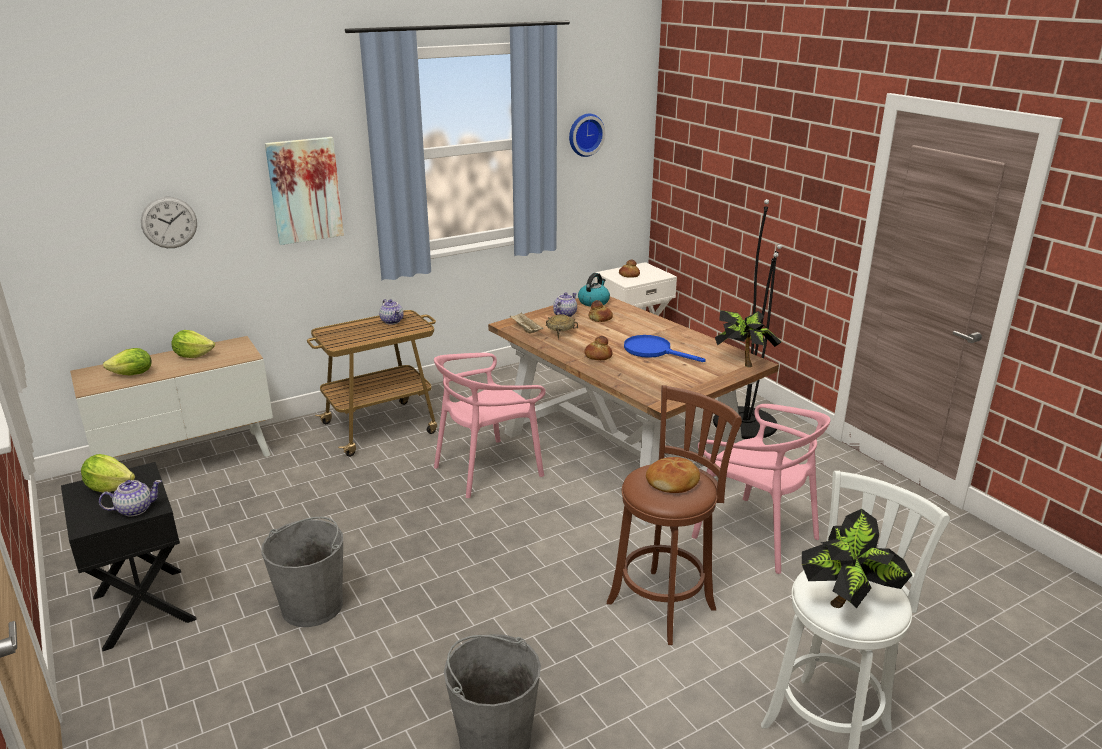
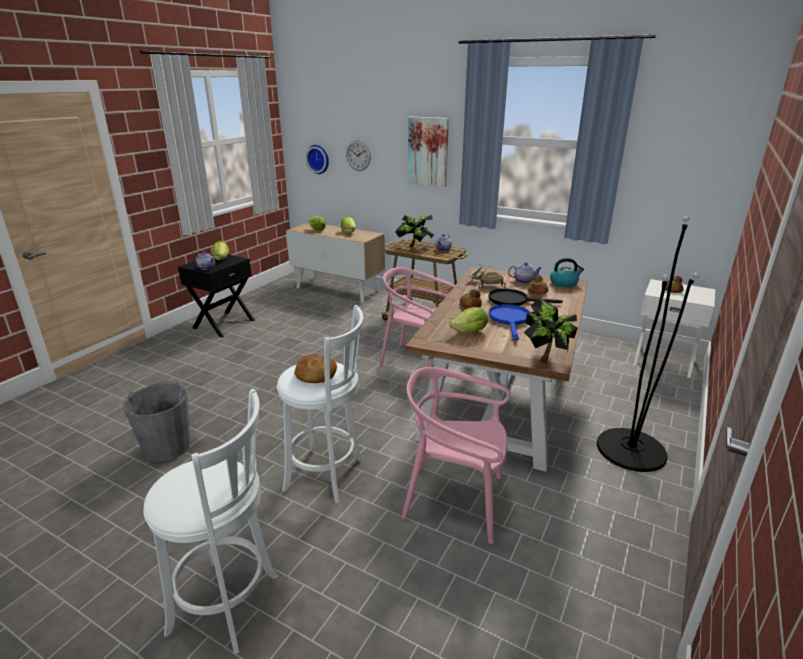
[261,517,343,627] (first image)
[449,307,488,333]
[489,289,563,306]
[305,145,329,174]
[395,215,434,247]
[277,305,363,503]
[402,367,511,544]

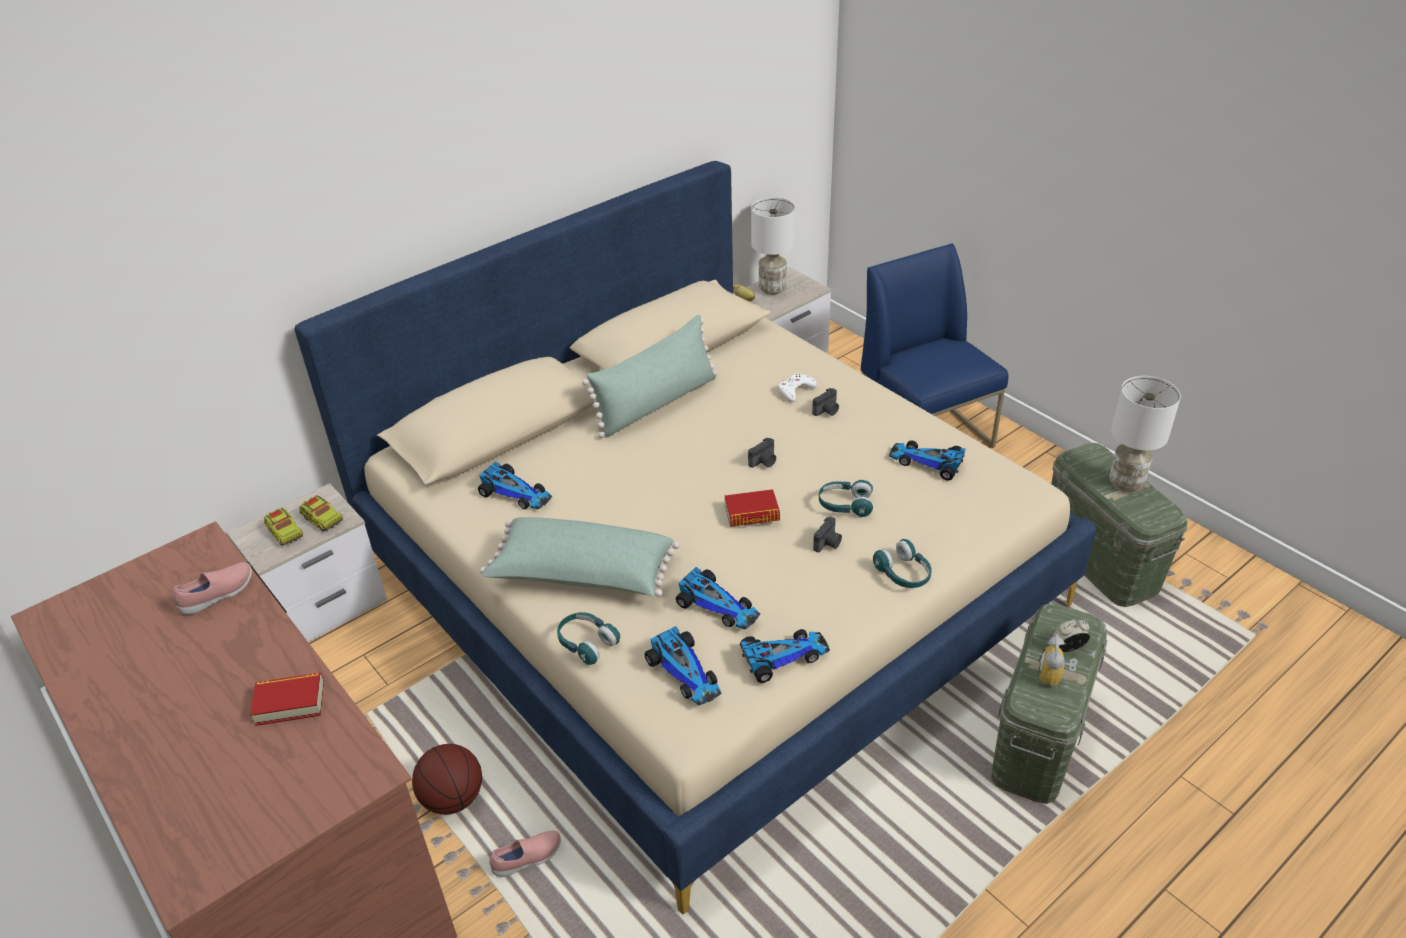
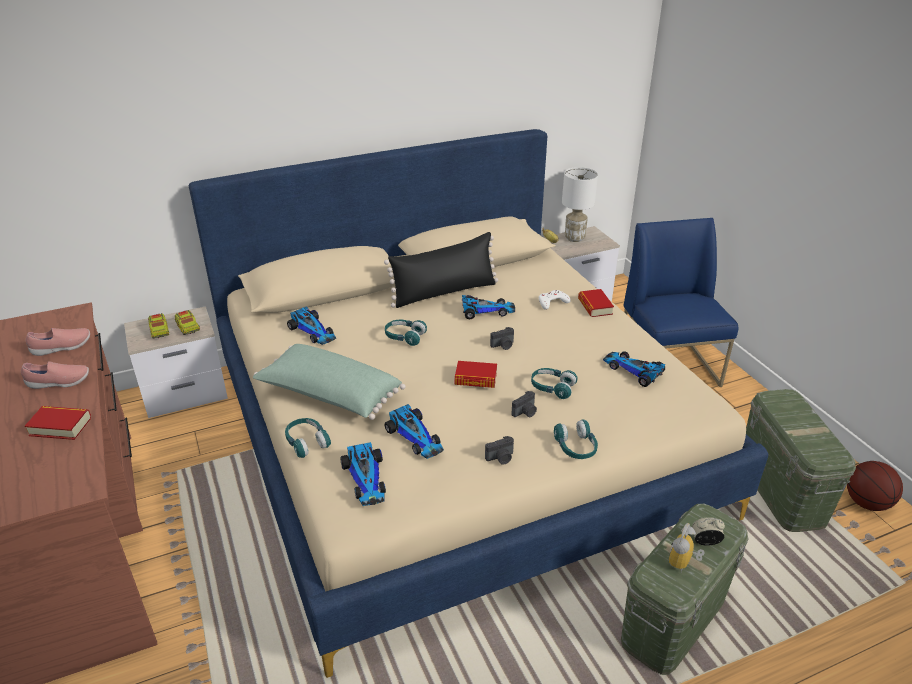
[1109,376,1181,492] (first image)
[385,320,427,346]
[578,289,614,317]
[847,461,903,511]
[21,361,89,389]
[462,295,515,319]
[485,436,514,465]
[384,232,498,308]

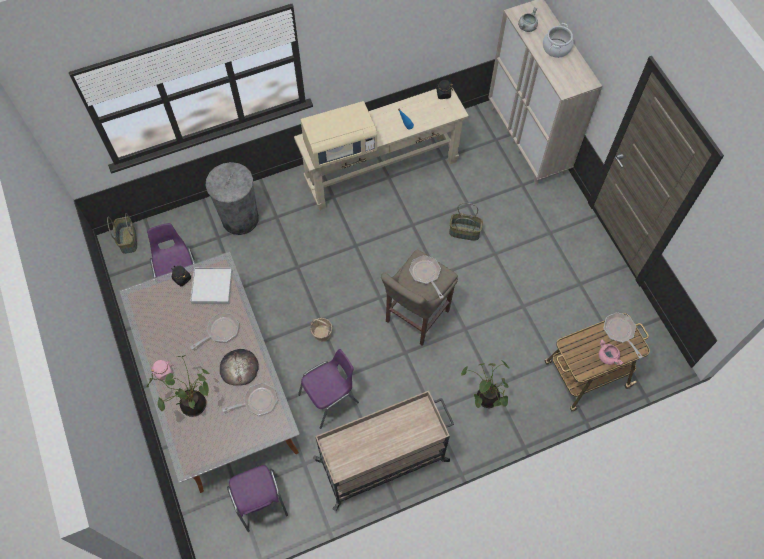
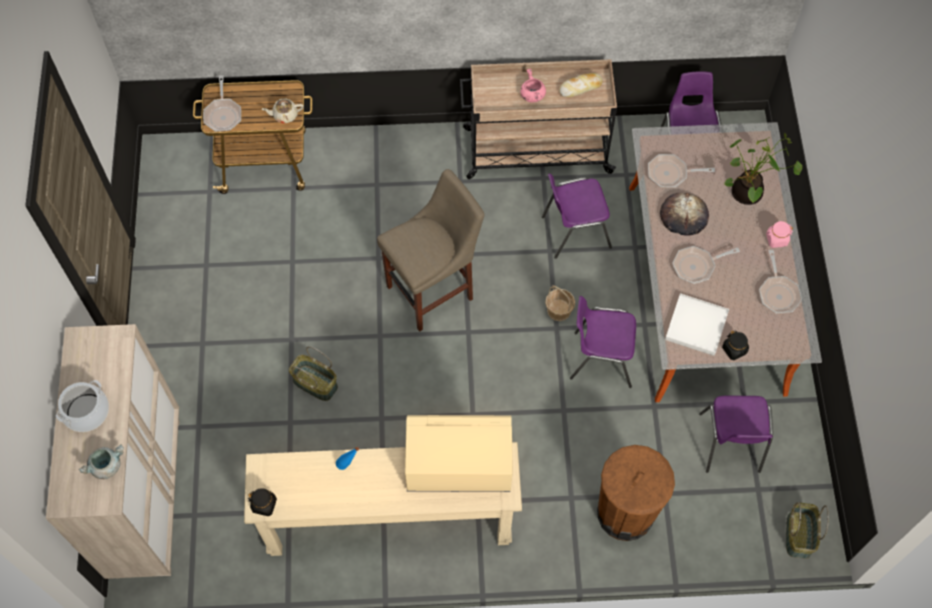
[461,360,510,408] (first image)
[262,98,304,123]
[559,73,603,97]
[570,296,636,388]
[759,250,802,314]
[521,69,546,102]
[597,445,675,541]

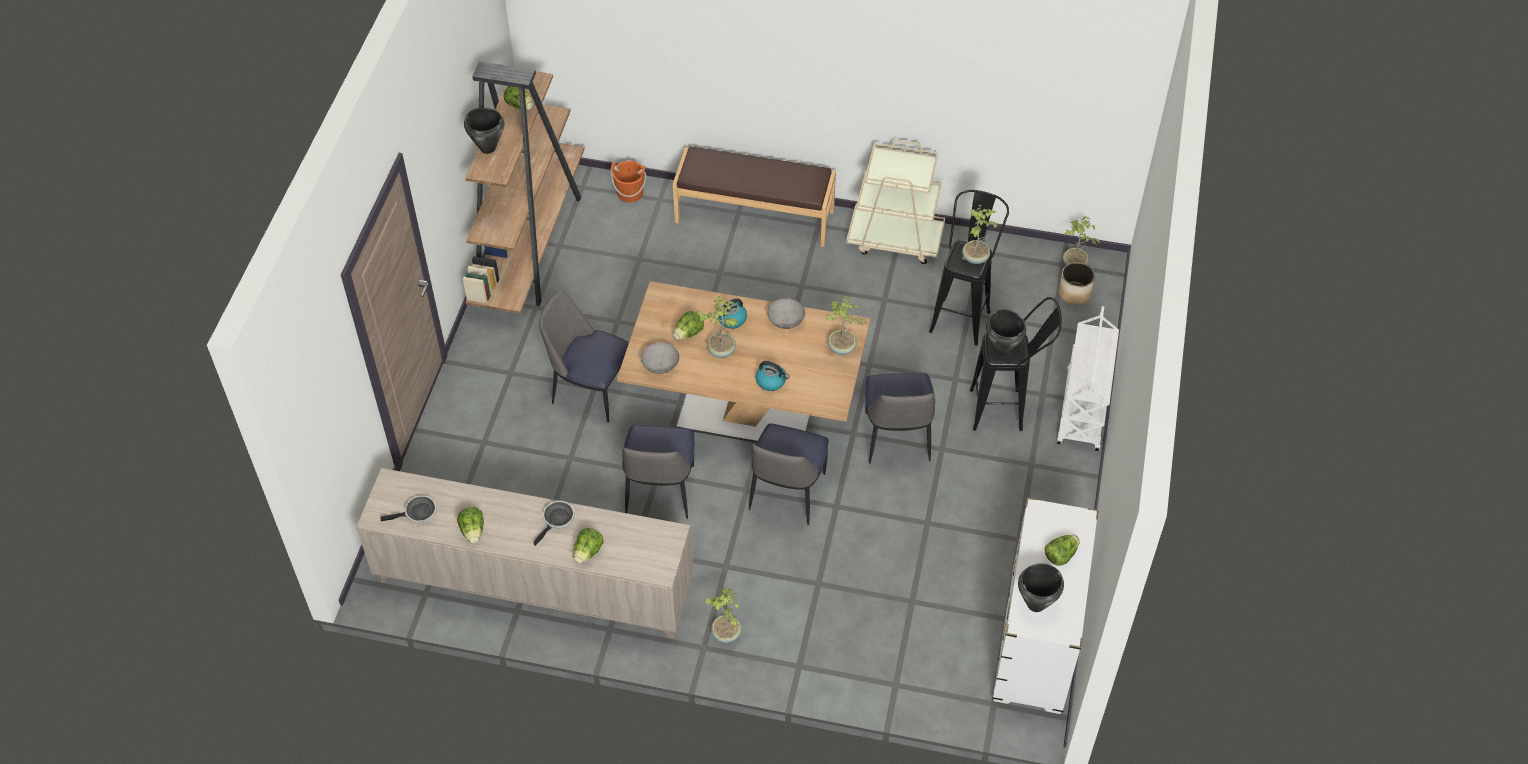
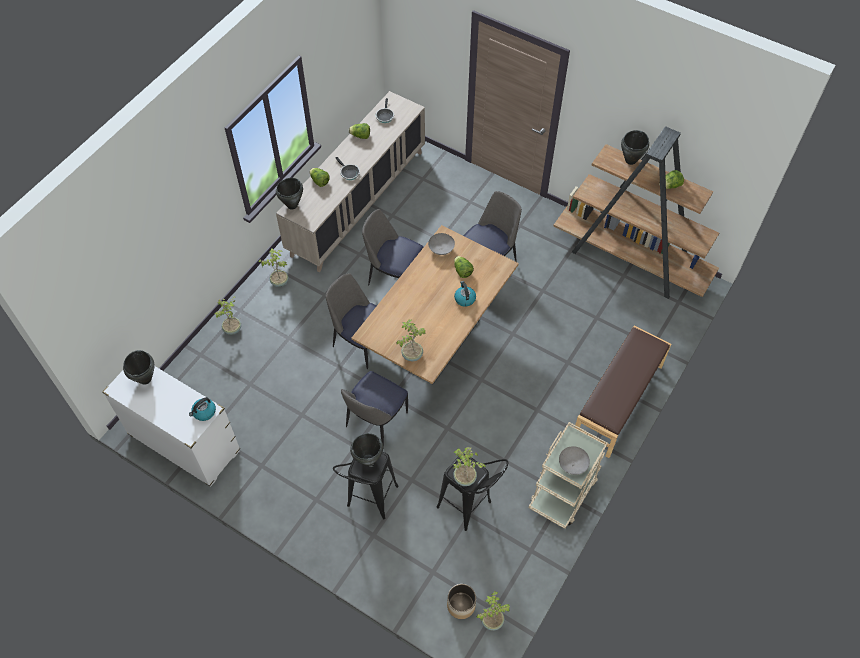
[610,161,646,203] (first image)
[1045,535,1080,566] (first image)
[1057,306,1119,451] (first image)
[276,178,303,209]
[215,297,241,335]
[189,397,216,421]
[559,446,590,475]
[341,371,408,448]

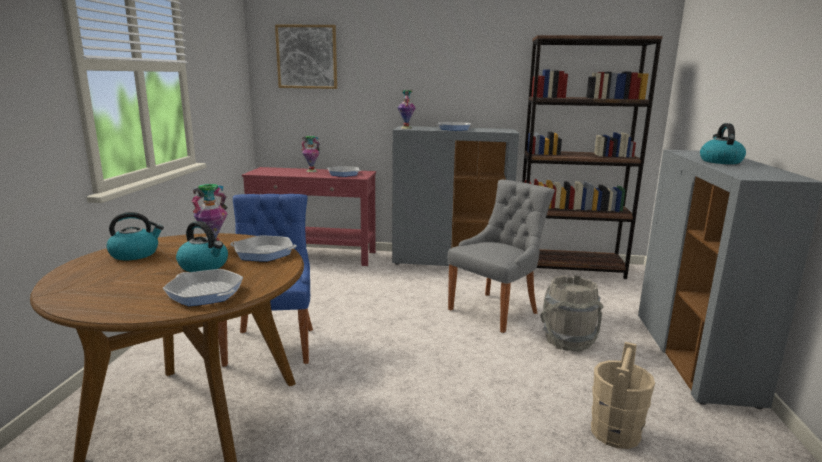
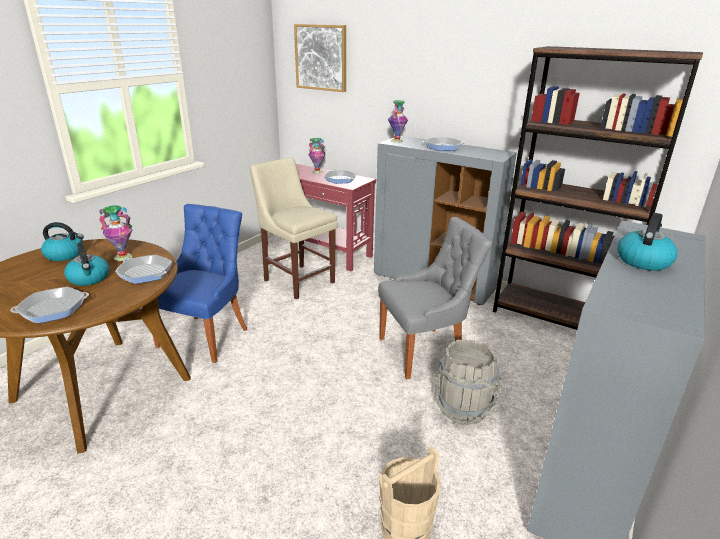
[250,157,338,299]
[10,287,89,324]

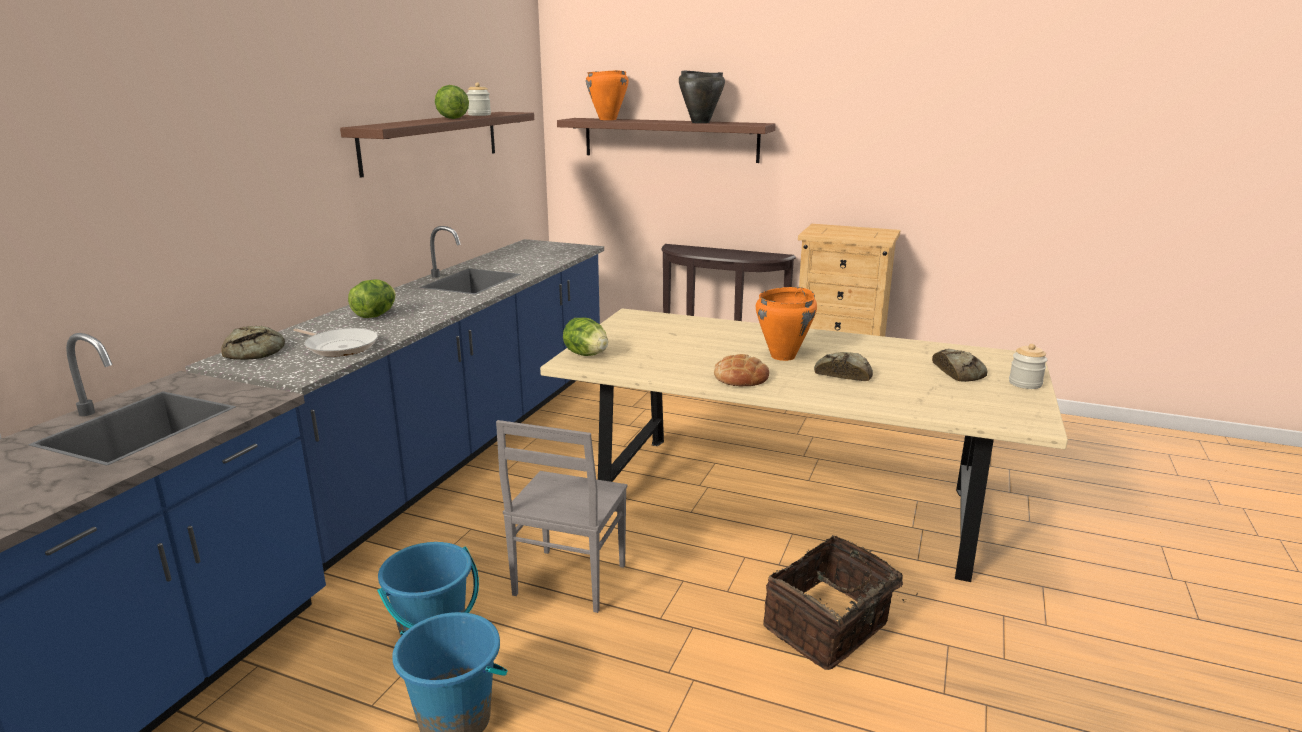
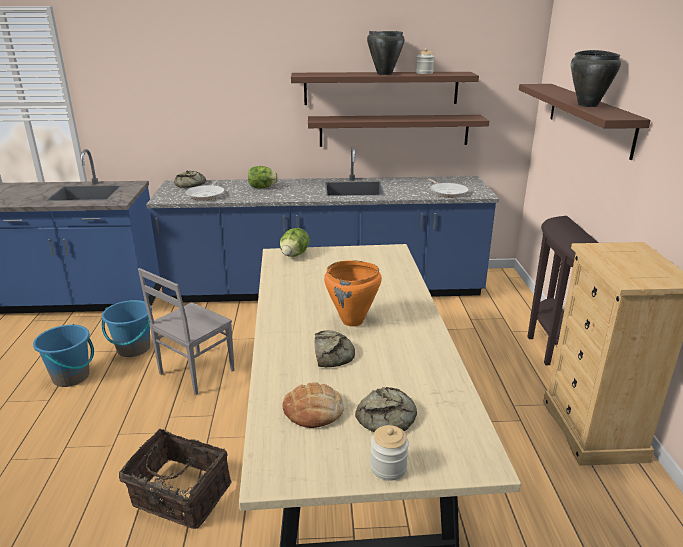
[586,70,629,120] (first image)
[308,115,489,147]
[428,179,469,198]
[283,382,344,428]
[367,31,404,75]
[138,268,235,395]

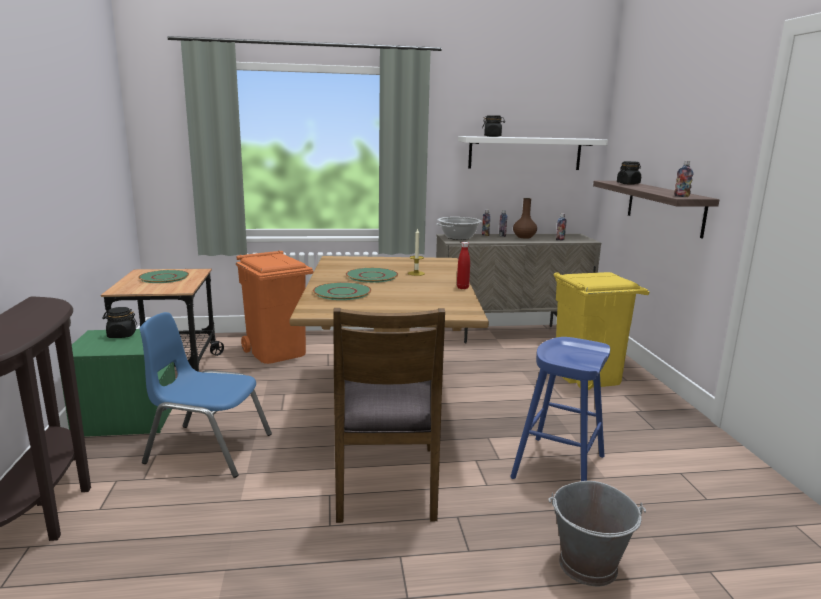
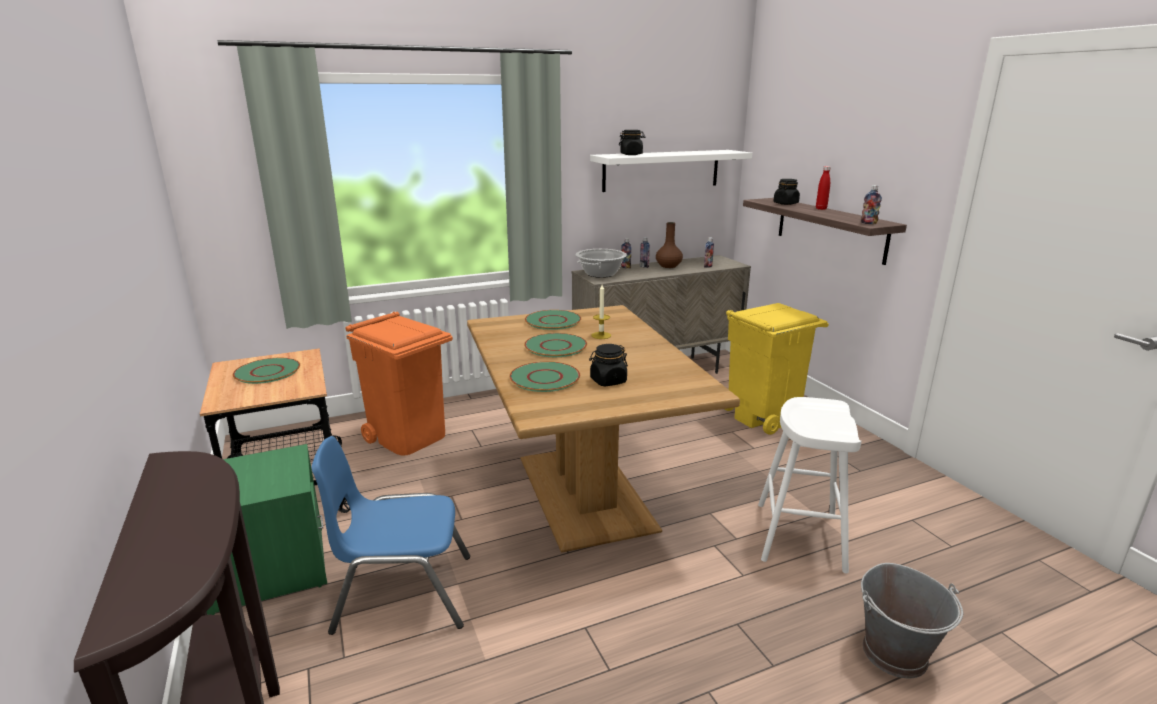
[333,308,445,523] (first image)
[525,310,581,330]
[589,344,628,386]
[816,166,830,210]
[758,397,861,573]

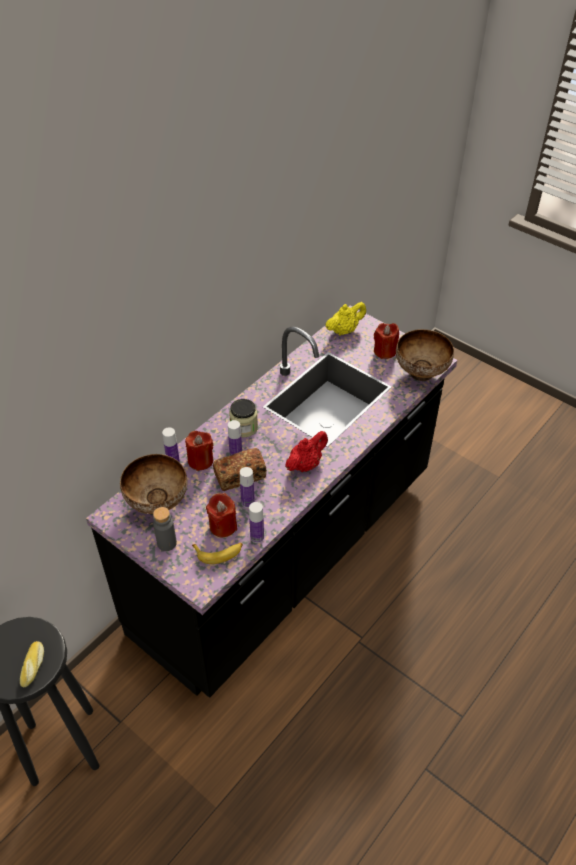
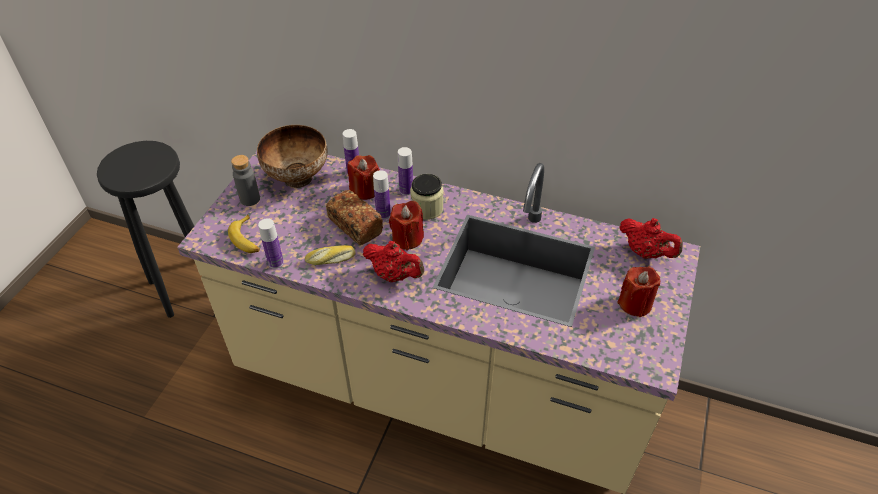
[396,329,454,381] (first image)
[305,245,356,265]
[389,201,424,251]
[398,147,413,196]
[177,151,700,494]
[619,218,683,259]

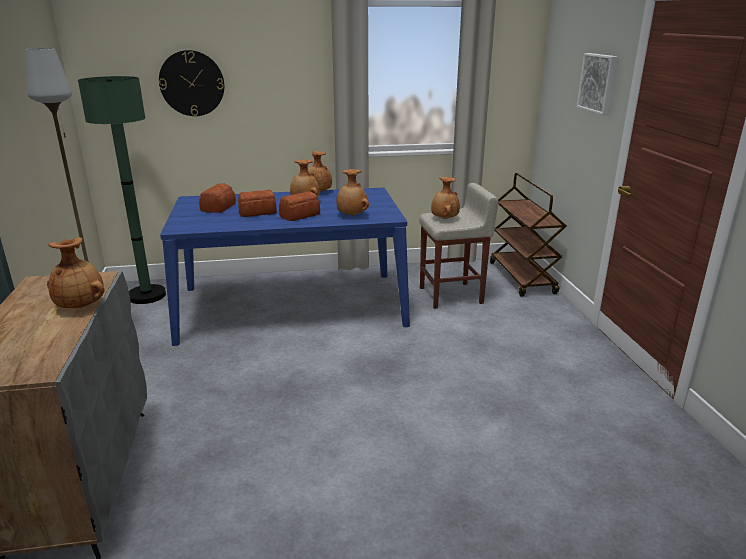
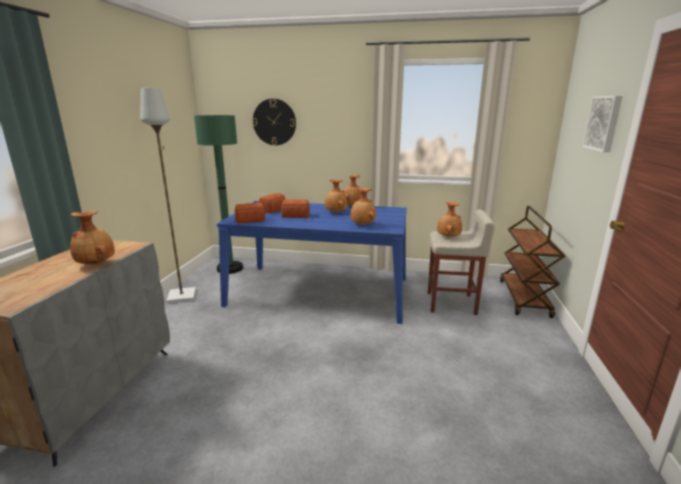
[235,203,265,224]

